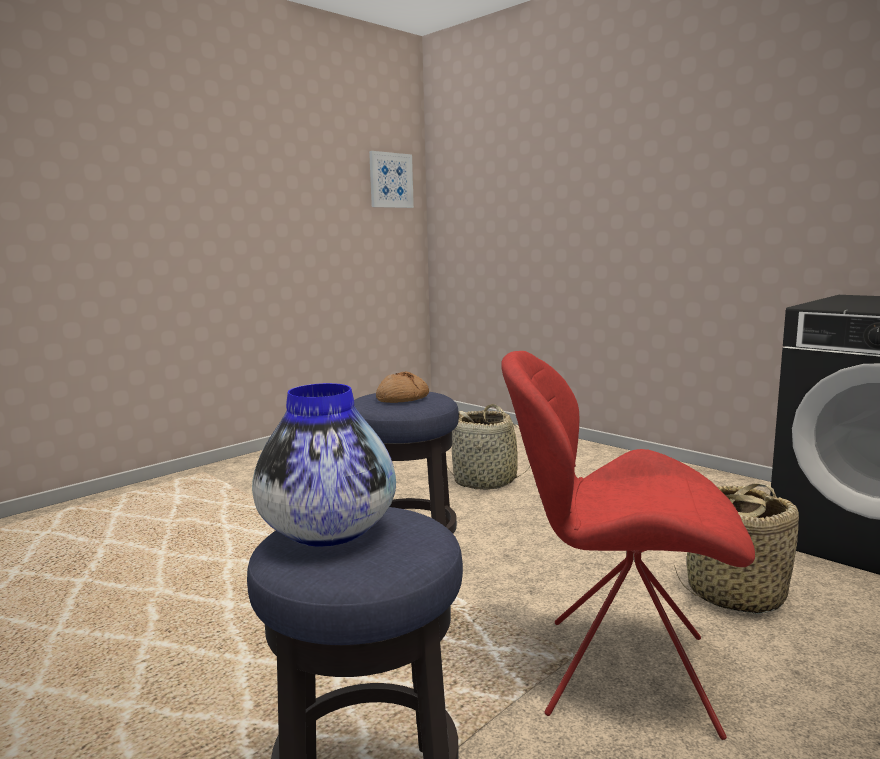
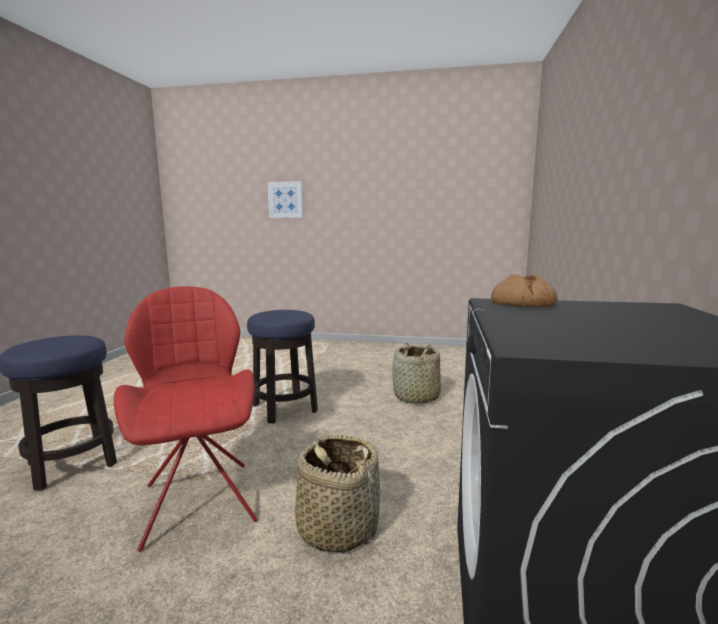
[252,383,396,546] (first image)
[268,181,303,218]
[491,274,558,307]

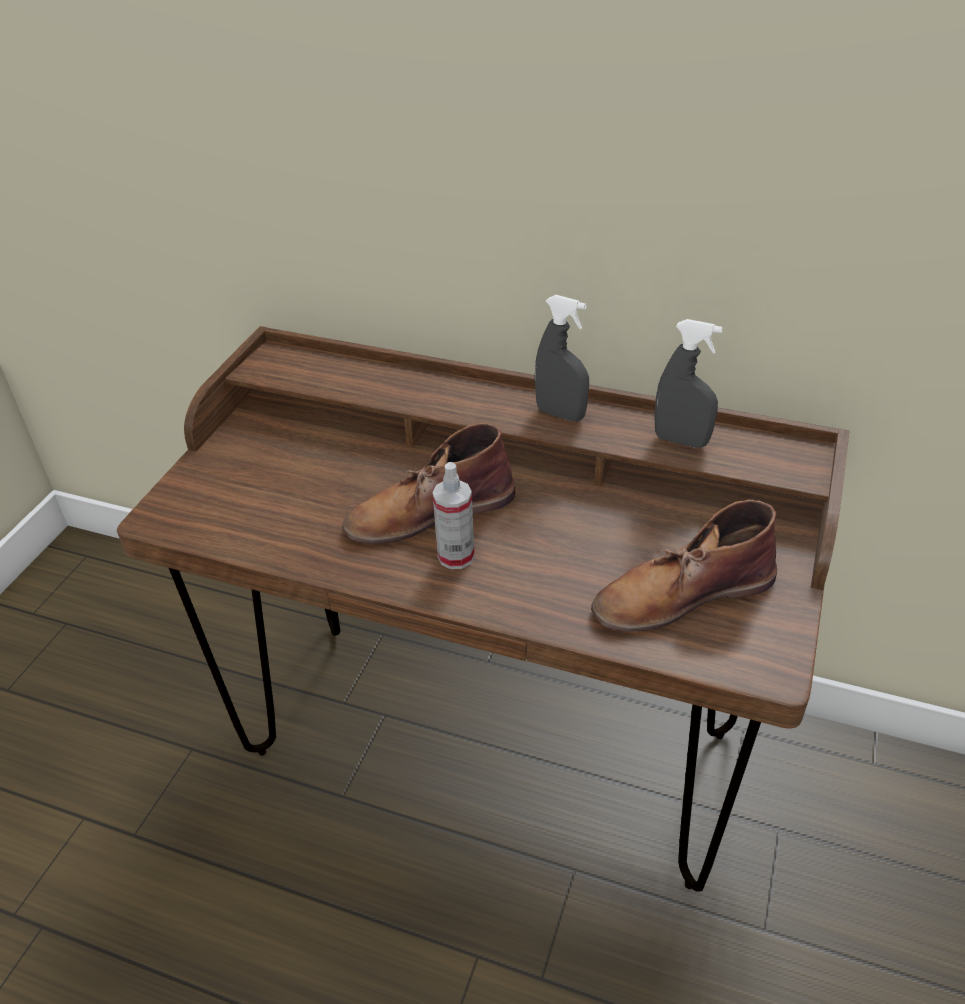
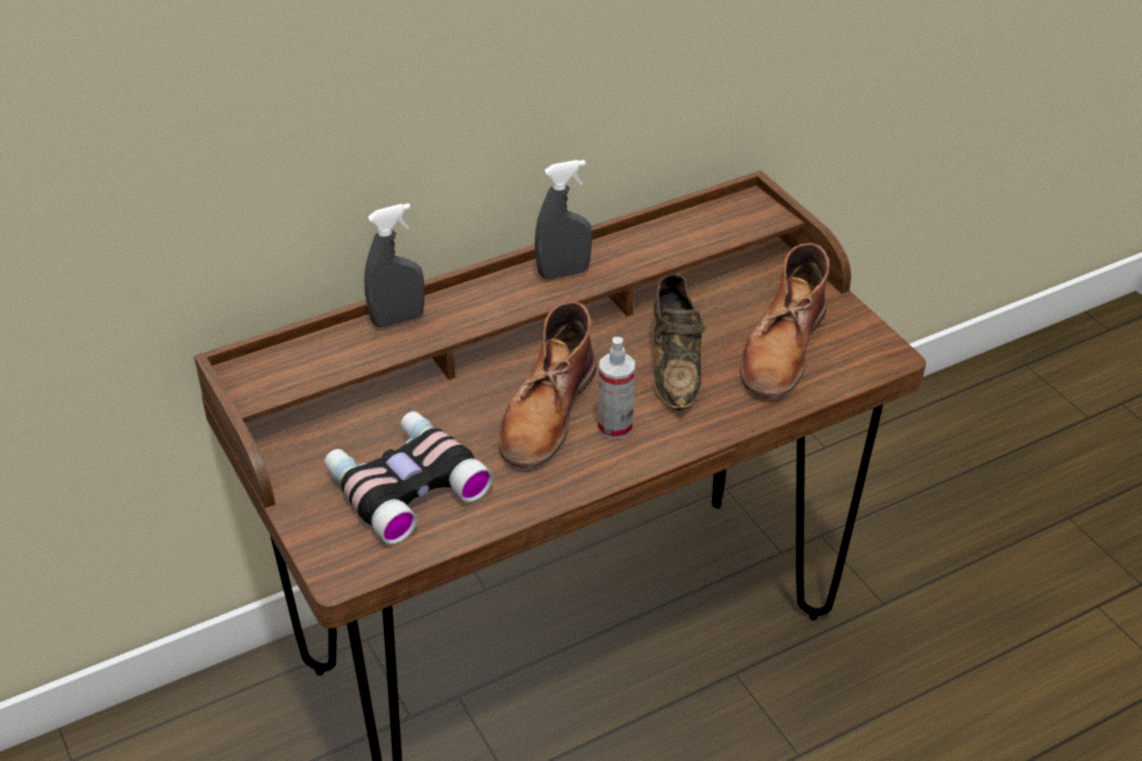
[324,411,494,545]
[653,274,706,411]
[364,203,424,328]

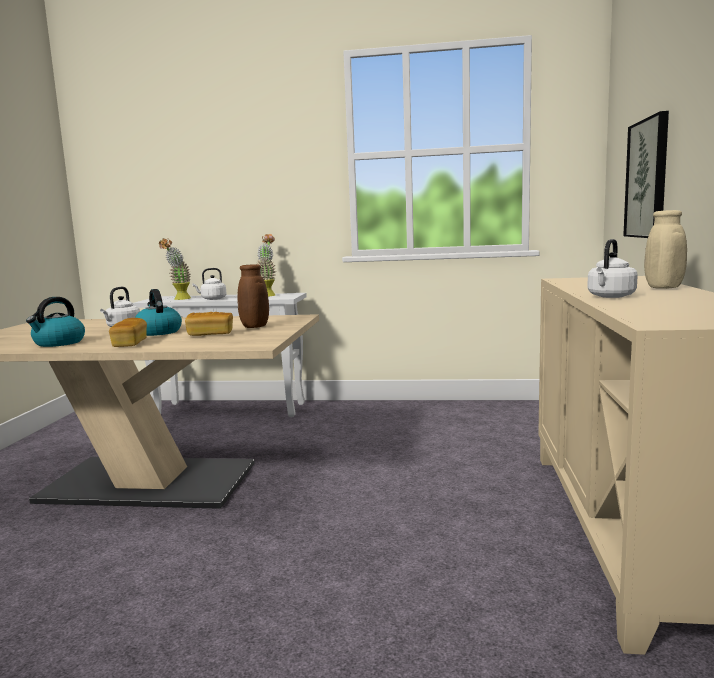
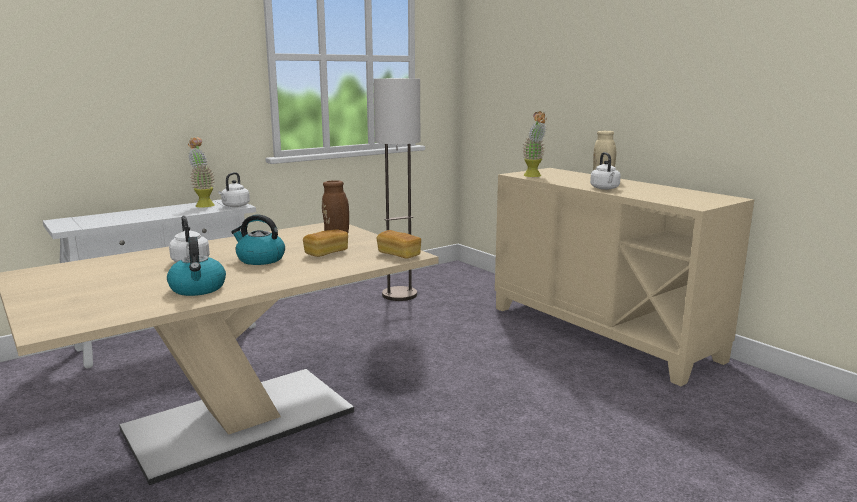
[623,111,669,238] (first image)
[373,78,420,301]
[376,230,421,258]
[523,111,547,177]
[218,172,250,207]

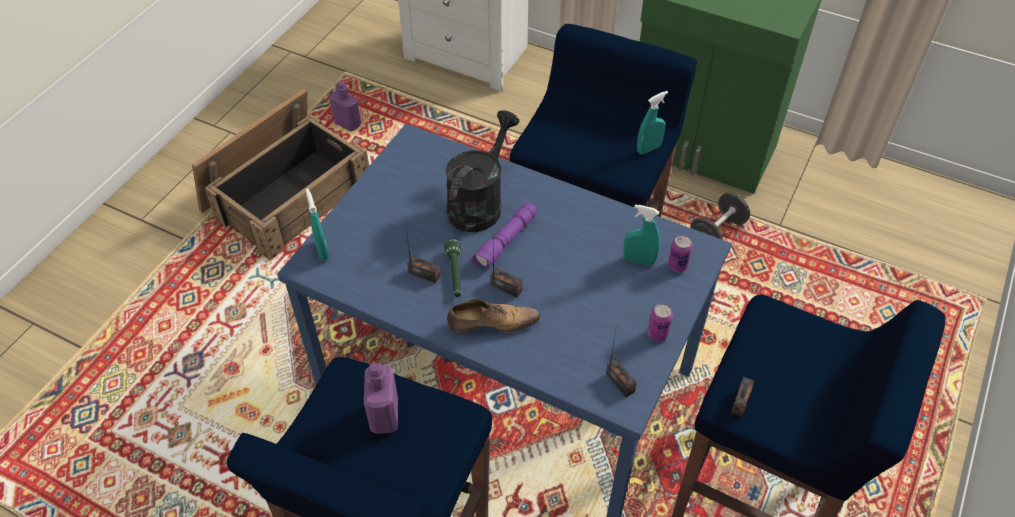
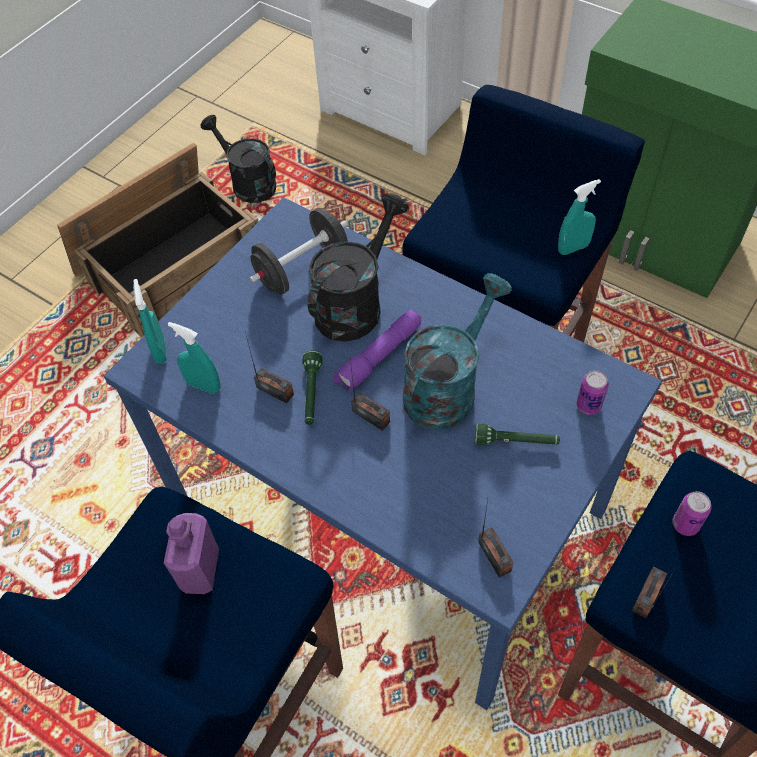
[447,299,541,333] (first image)
[403,274,512,430]
[474,423,560,445]
[168,322,221,394]
[672,491,712,536]
[249,208,348,295]
[200,115,276,203]

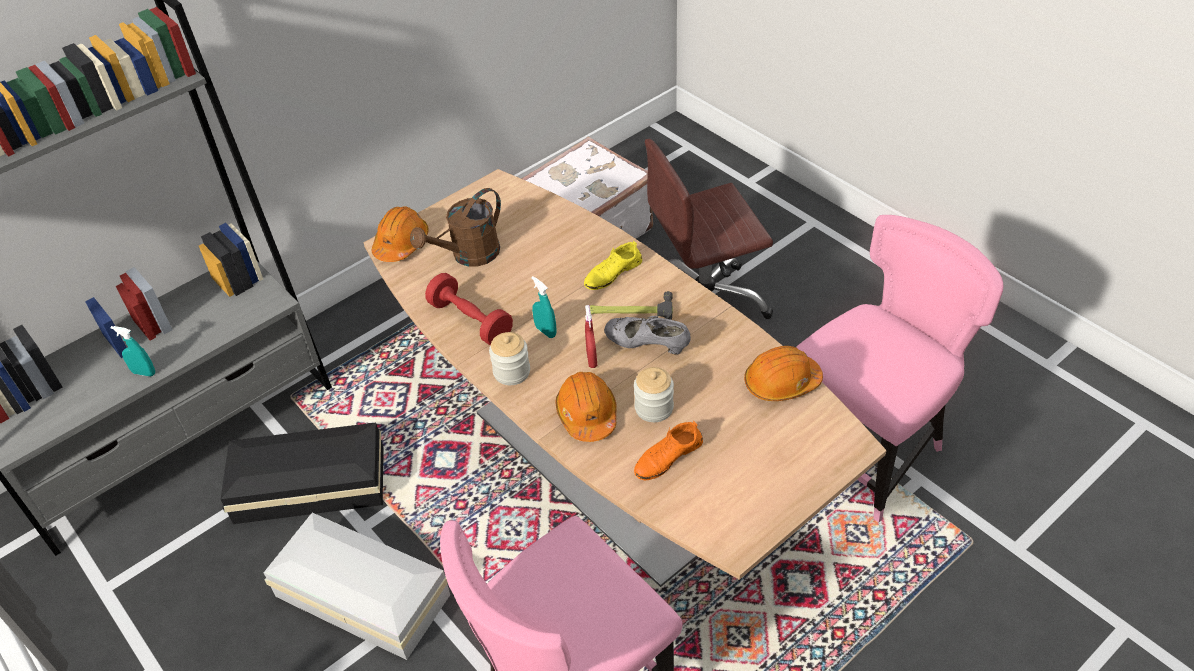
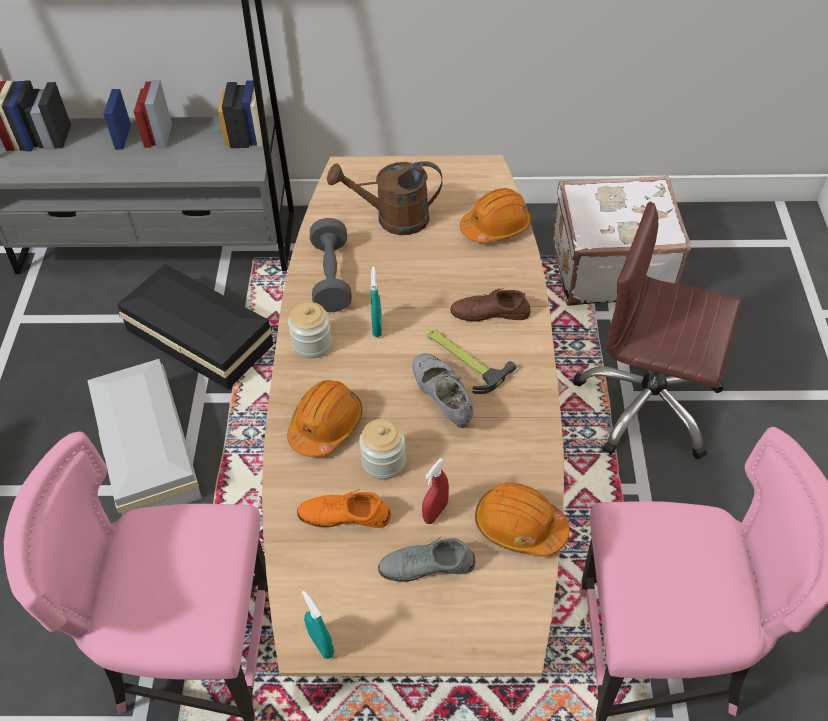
[378,536,476,582]
[302,590,334,659]
[460,188,532,243]
[422,458,449,524]
[310,218,352,312]
[450,287,531,322]

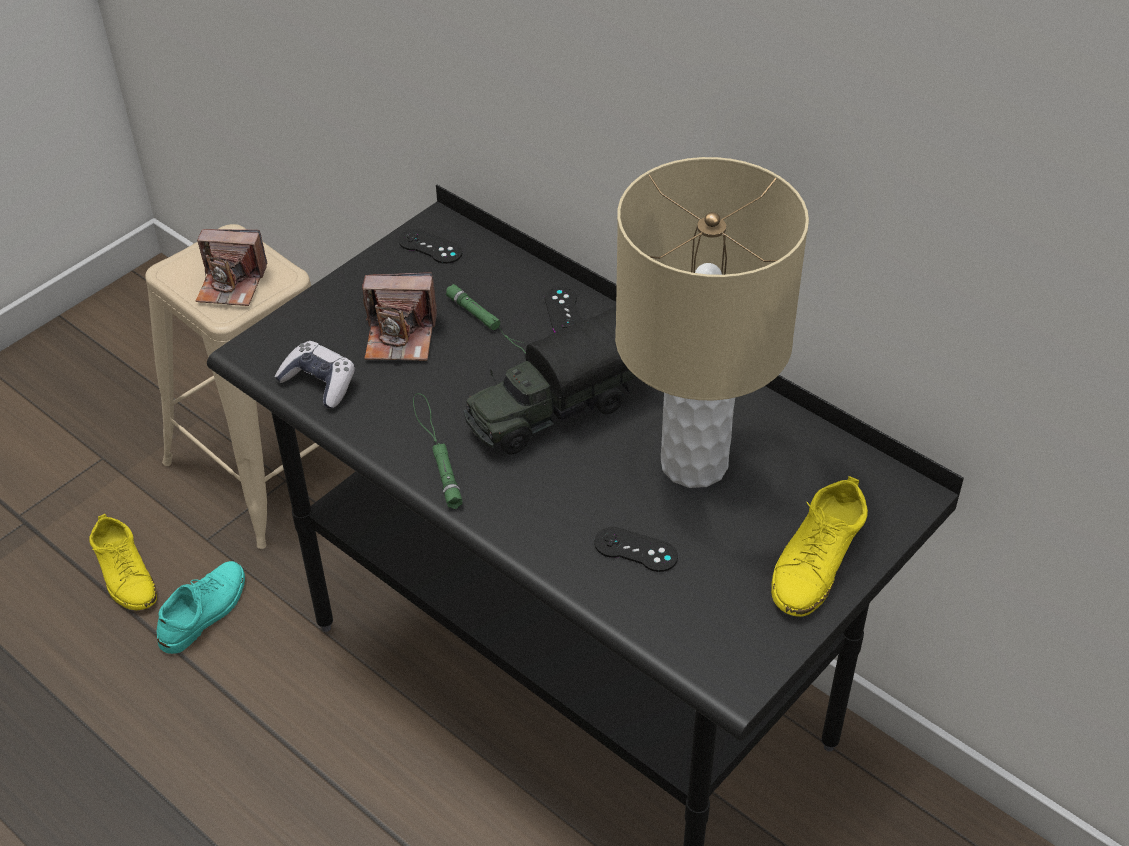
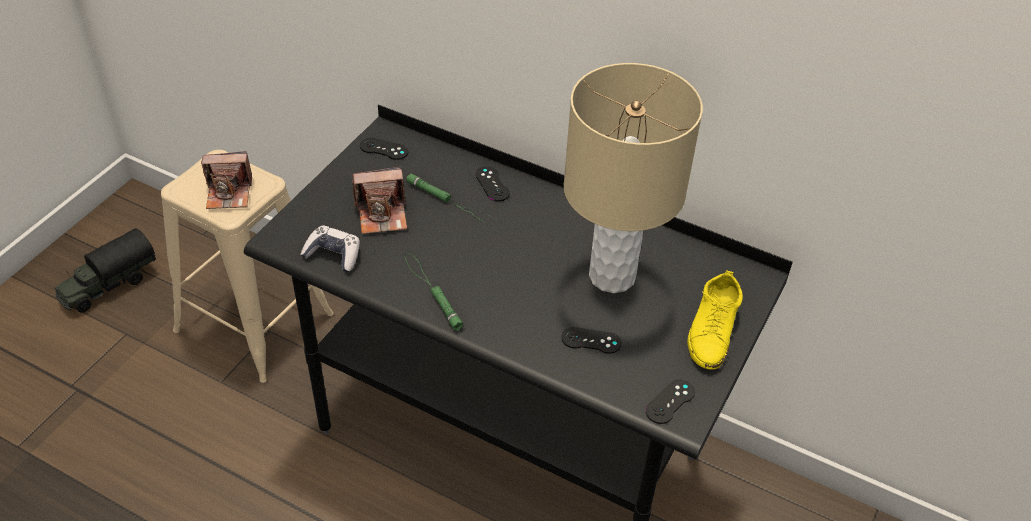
[89,514,157,610] (first image)
[157,561,245,654] (first image)
[646,379,695,424]
[55,228,156,312]

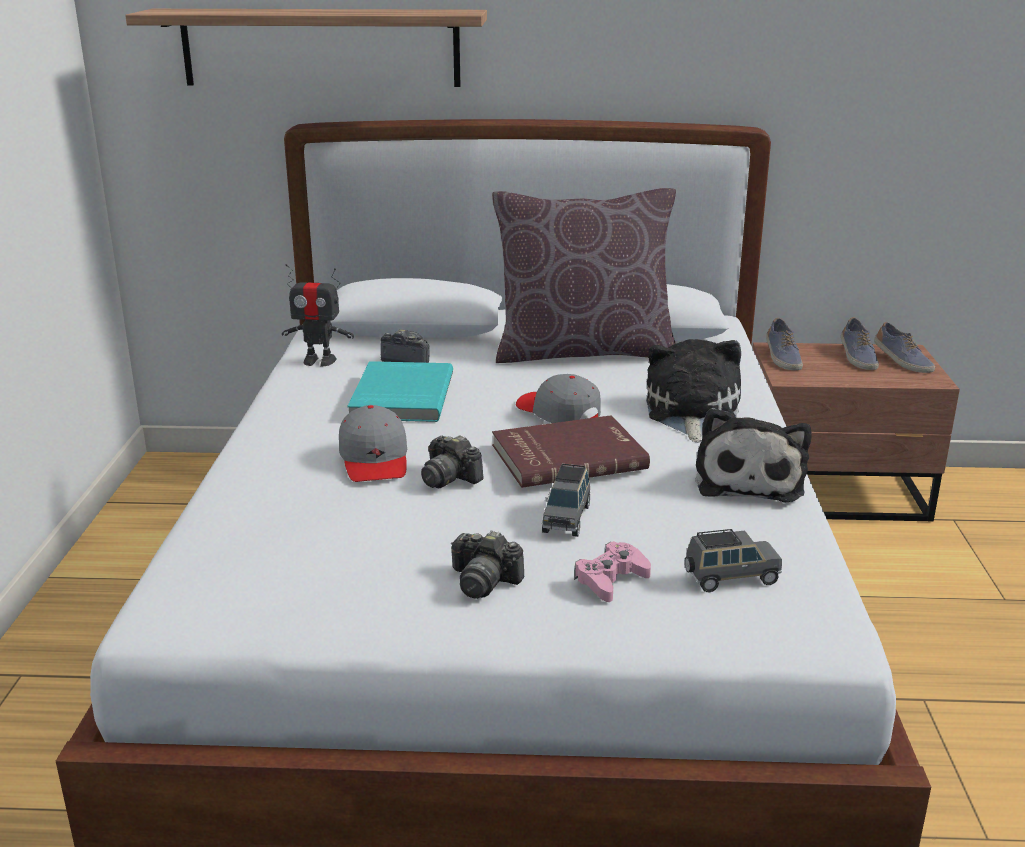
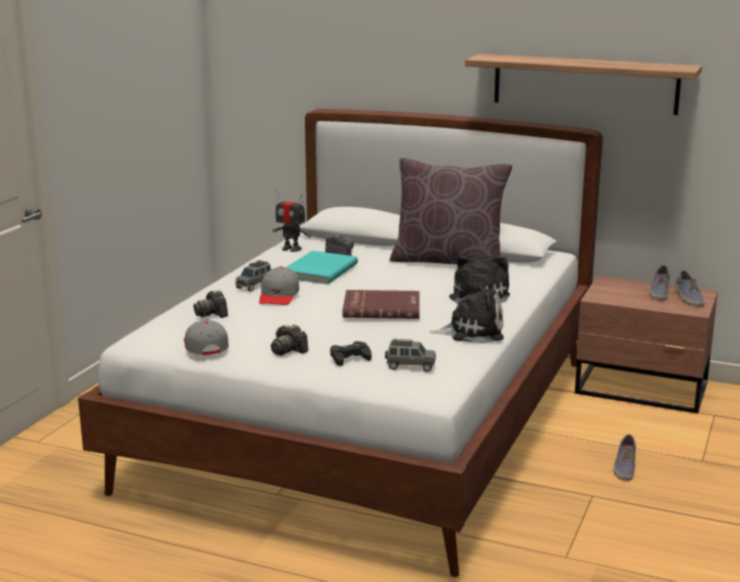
[465,54,702,115]
[194,290,228,318]
[184,320,229,355]
[235,260,272,292]
[613,434,636,481]
[330,341,371,366]
[429,283,504,343]

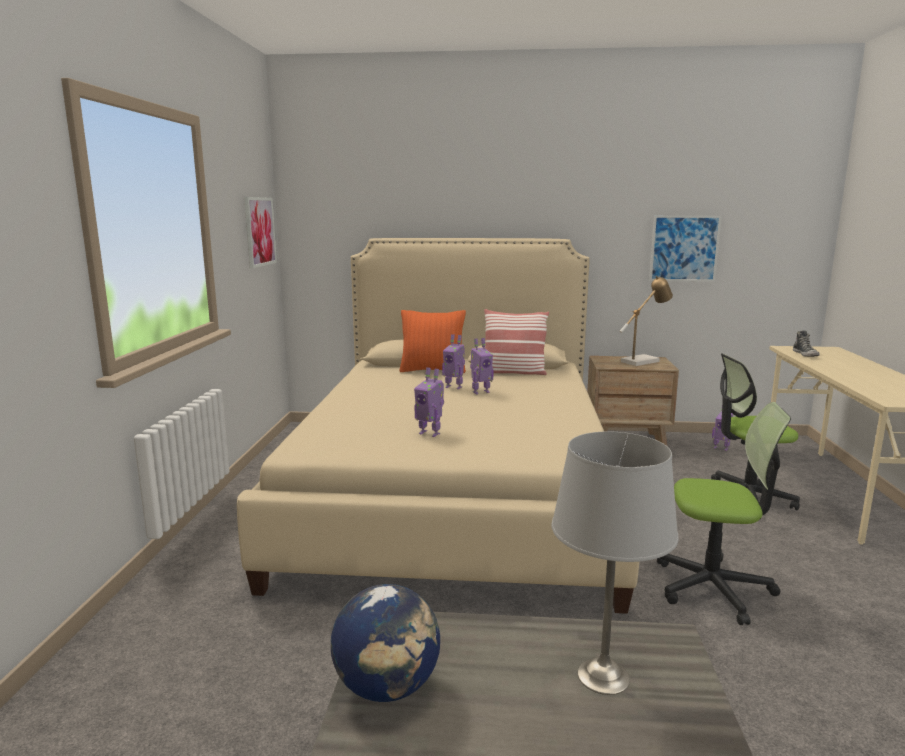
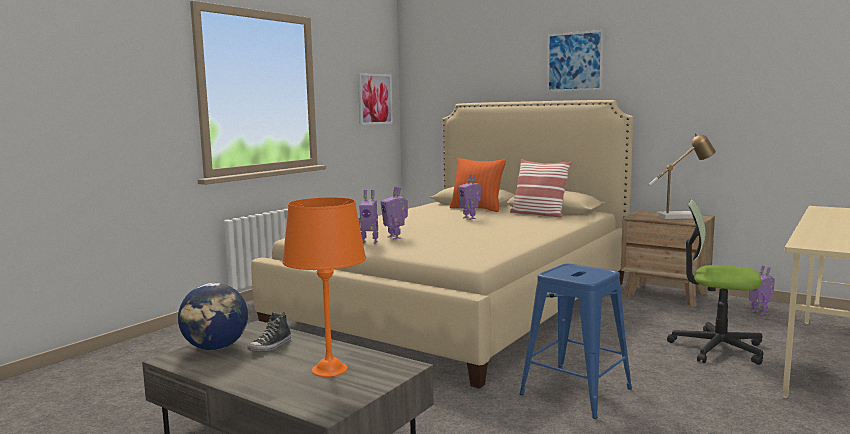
[358,190,378,244]
[547,30,603,92]
[247,312,291,352]
[520,264,632,419]
[282,197,366,377]

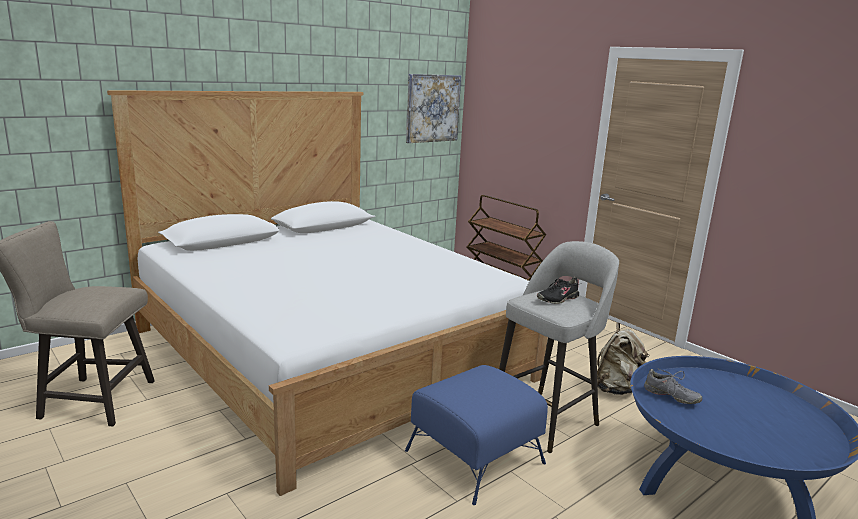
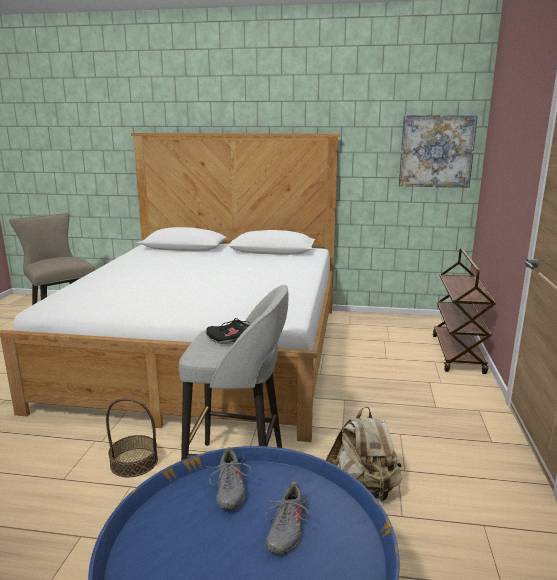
[265,482,310,554]
[106,398,158,477]

